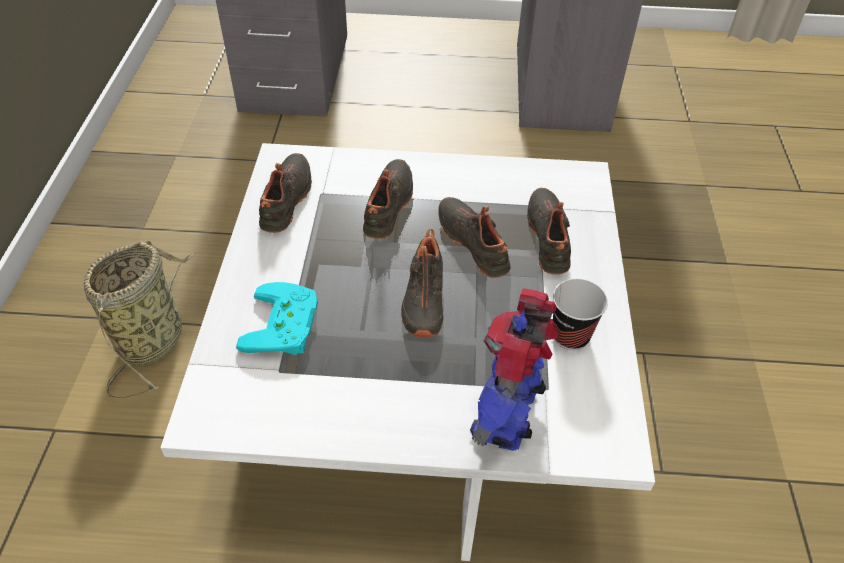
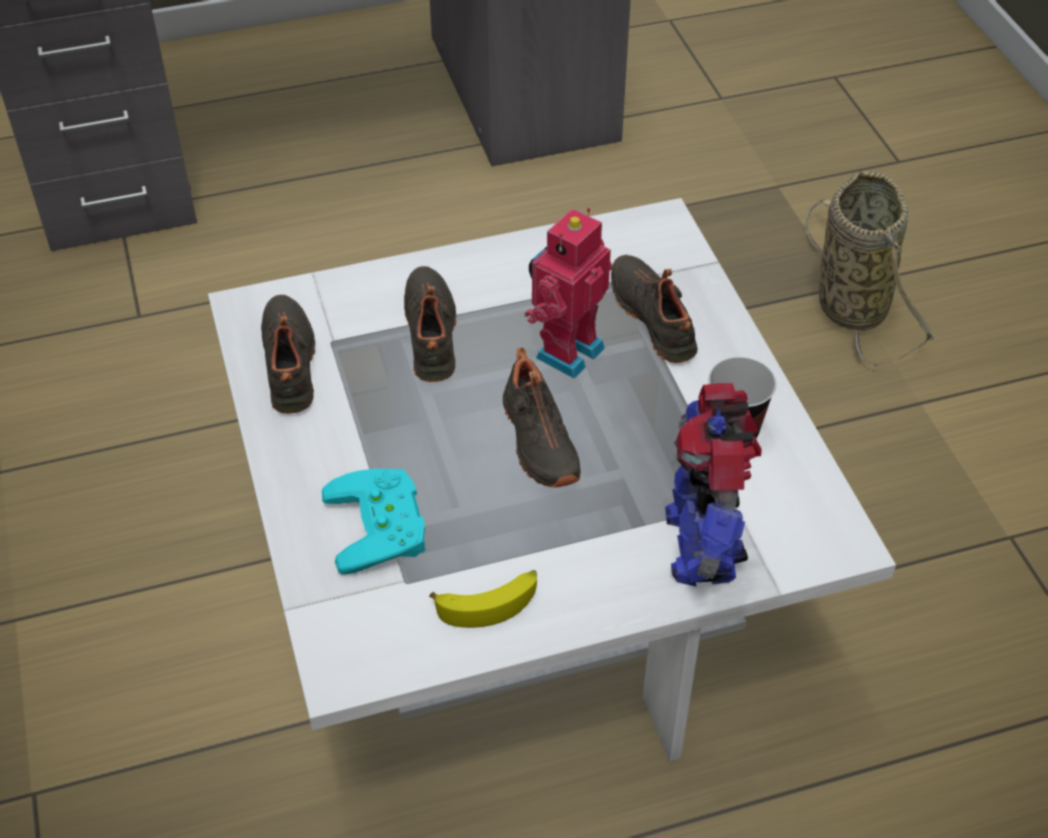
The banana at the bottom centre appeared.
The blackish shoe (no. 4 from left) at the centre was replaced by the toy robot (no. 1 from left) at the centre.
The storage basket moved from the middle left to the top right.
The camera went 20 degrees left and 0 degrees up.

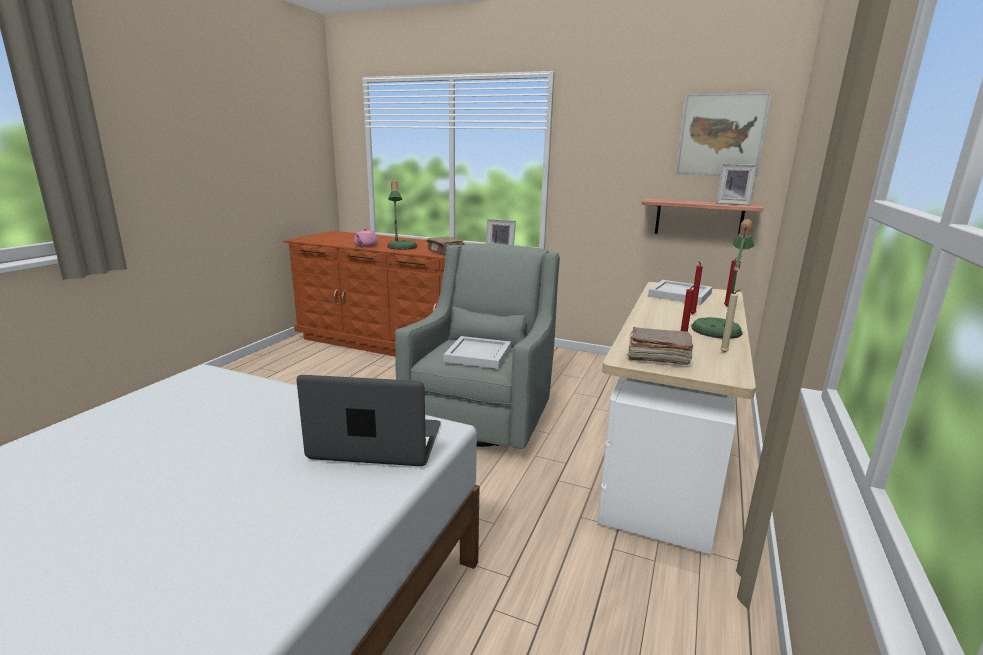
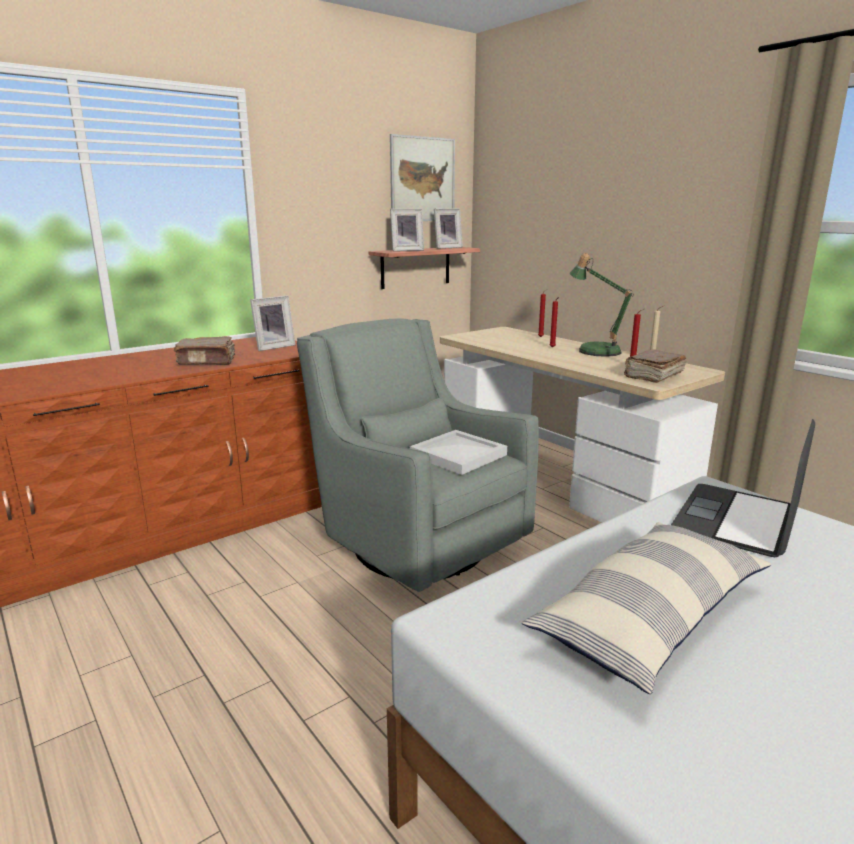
The photo frame (no. 2 from left) at the top centre appeared.
The throw pillow at the bottom right appeared.
The pink teapot at the centre disappeared.
The table lamp (no. 1 from left) at the top centre disappeared.
The white-coloured tray (no. 2 from left) at the middle right disappeared.
The camera went 60 degrees left and 0 degrees up.

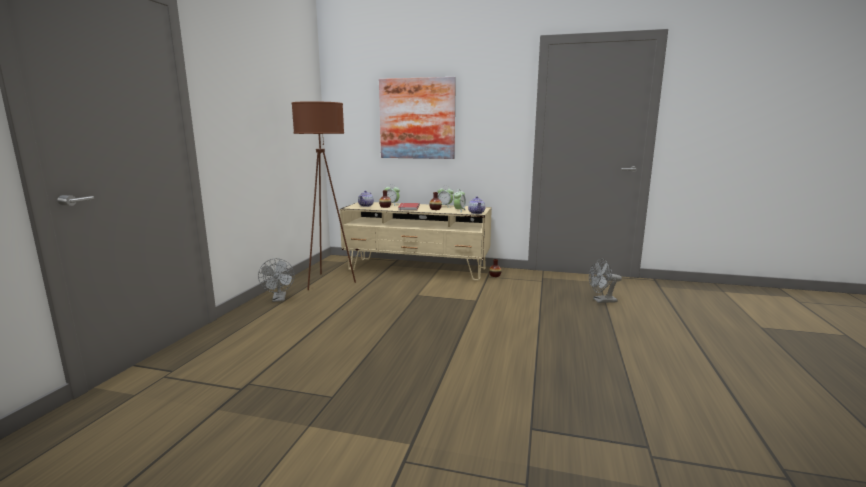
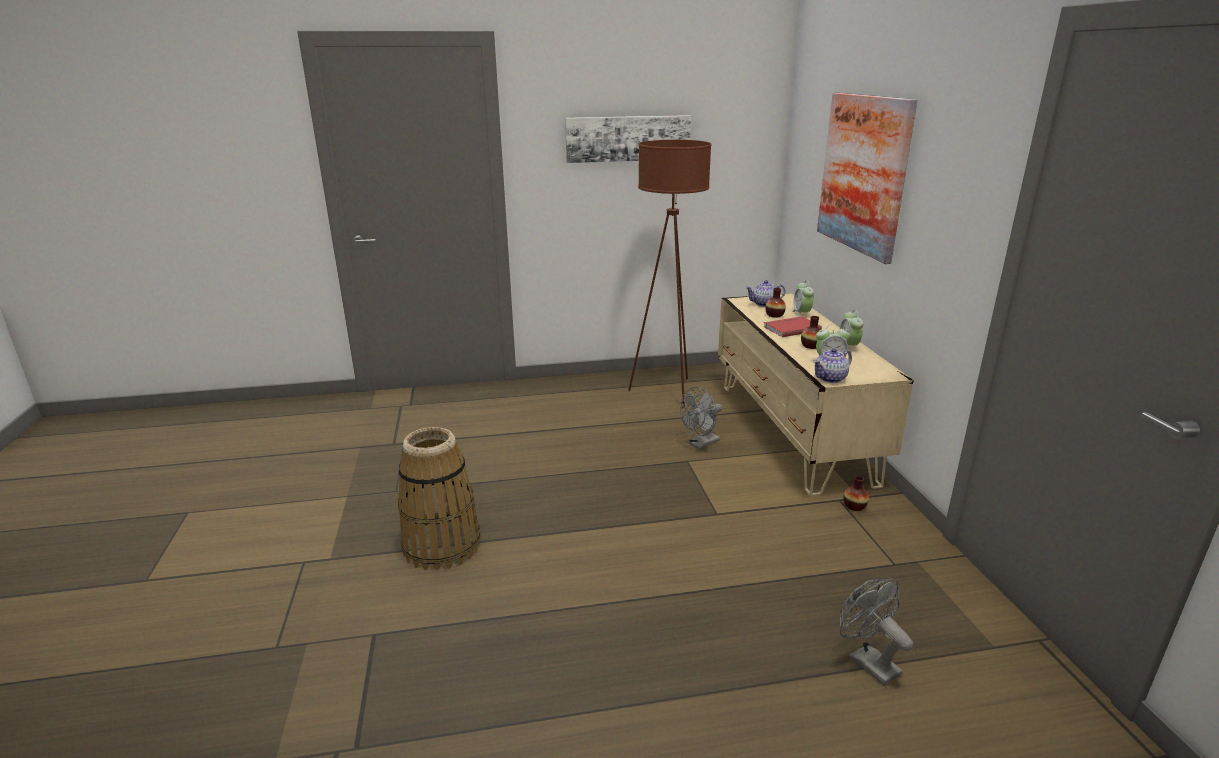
The storage basket at the centre appeared.
The wall art (no. 1 from left) at the top centre appeared.
The greyish fan (no. 1 from left) moved from the middle left to the centre.
The camera went 65 degrees right and 10 degrees up.

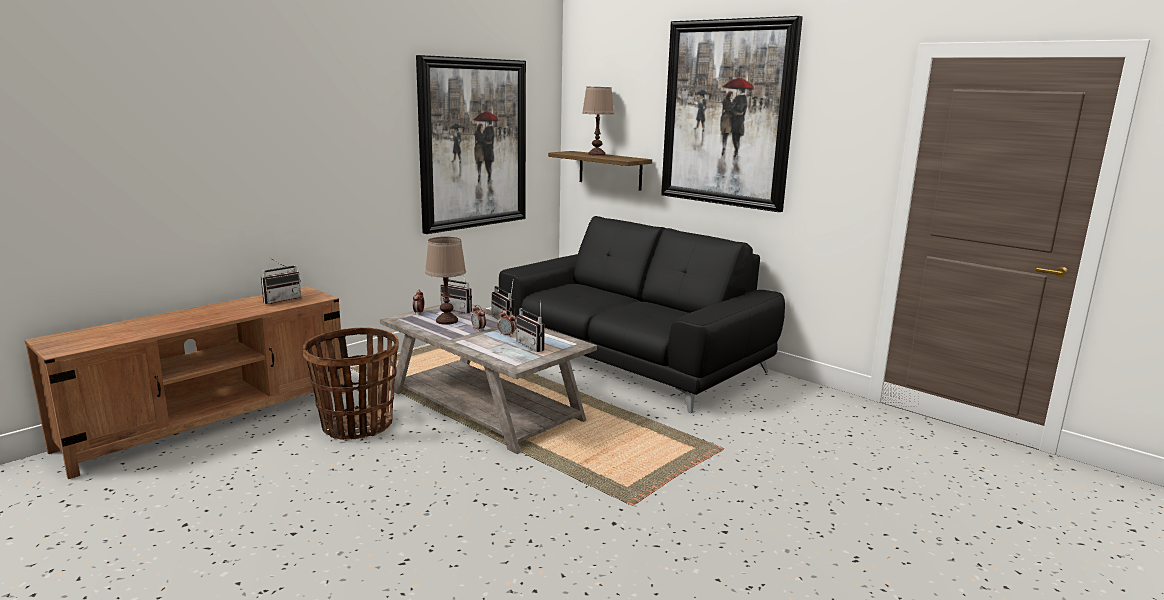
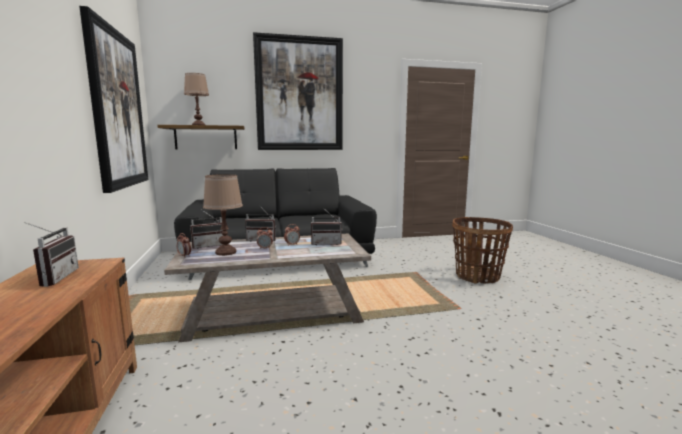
The storage basket moved from the middle left to the middle right.
The camera went 55 degrees left and 5 degrees down.

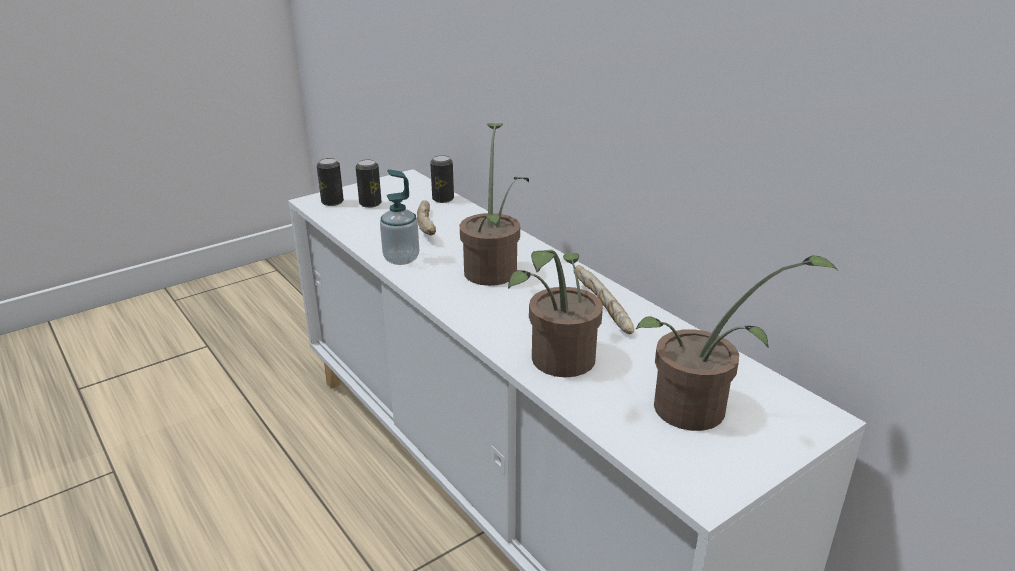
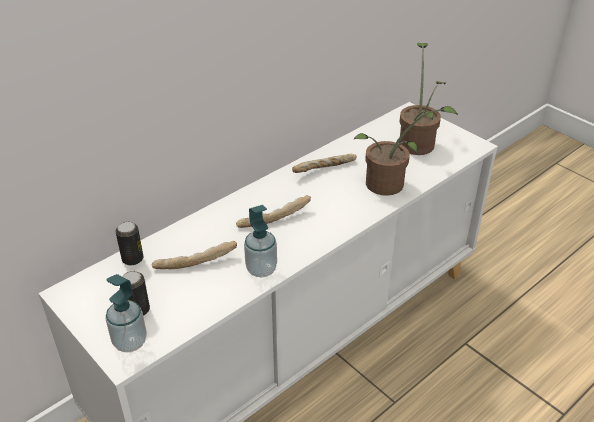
The sealed can (no. 1 from left) at the top left was replaced by the soap bottle (no. 1 from left) at the bottom left.
The houseplant (no. 1 from left) at the centre was replaced by the bakery bread (no. 2 from left) at the centre.
The camera went 95 degrees left and 10 degrees up.

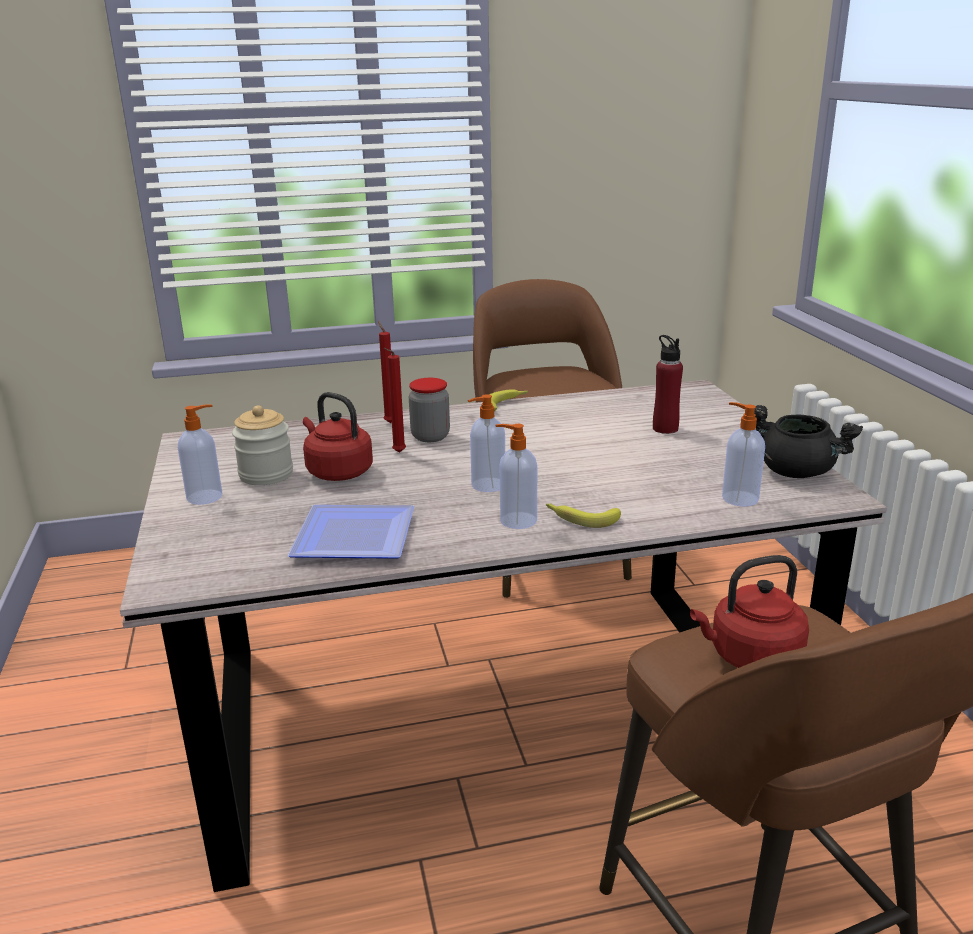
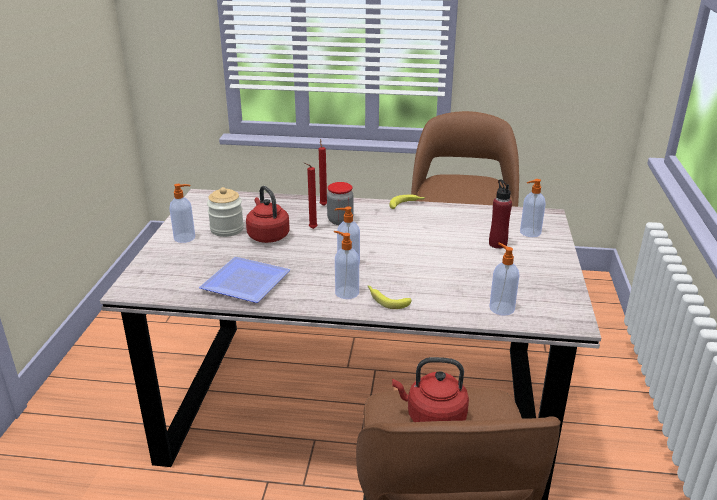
The soap bottle (no. 5 from left) at the middle right appeared.
The blackish stockpot at the middle right disappeared.
The camera went 20 degrees right and 5 degrees up.

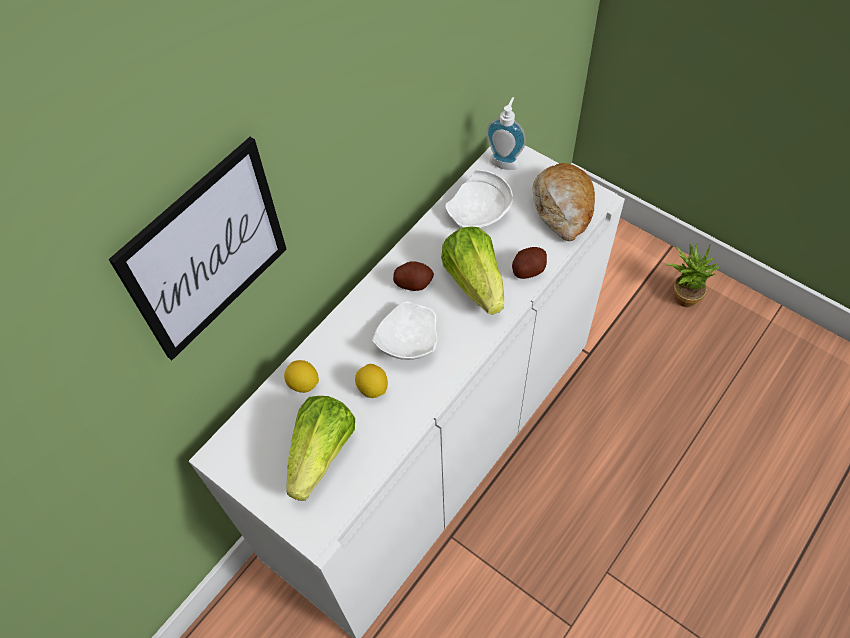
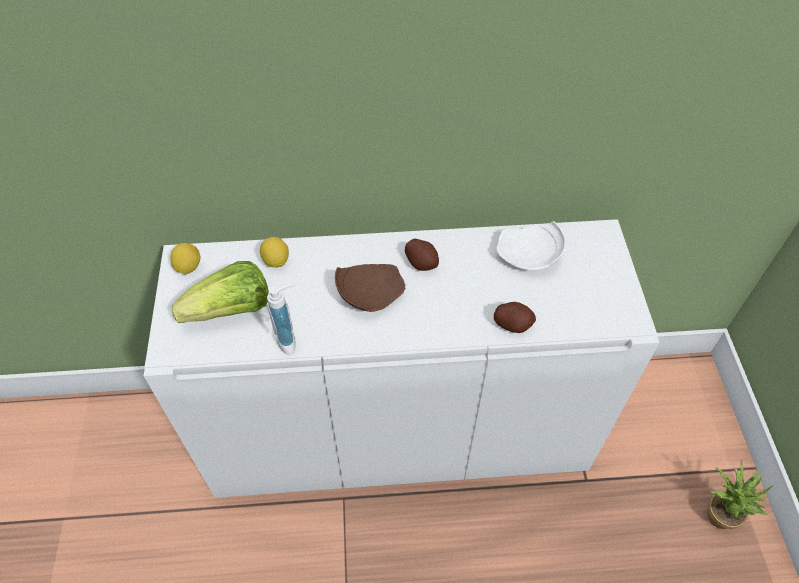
The lemon (no. 2 from left in the first image) moved from the centre to the middle left.
The soap bottle moved from the top centre to the centre.
The white-coloured plate (no. 1 from left) at the centre became the brown-coloured plate at the centre.
The wall art at the middle left disappeared.
The lettuce head (no. 2 from left) at the centre disappeared.
The bakery bread at the top centre disappeared.
The camera went 45 degrees right and 5 degrees down.

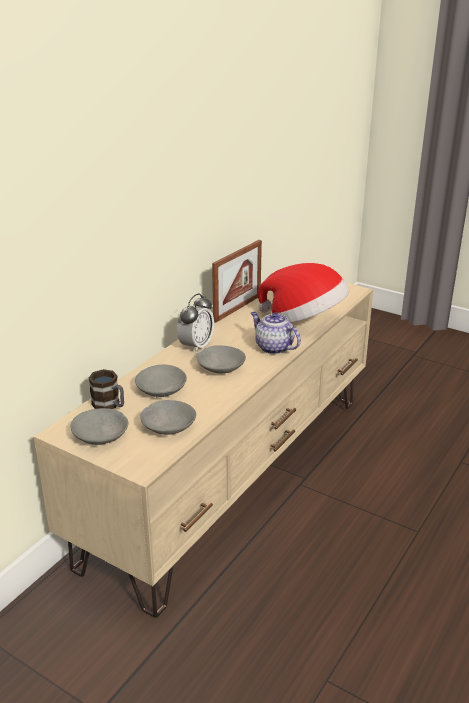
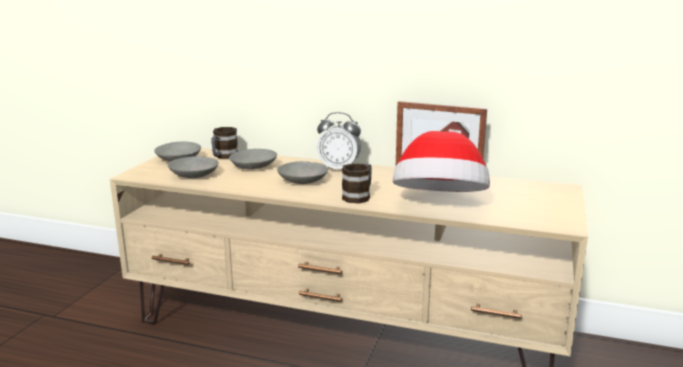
The teapot at the centre was replaced by the mug (no. 2 from left) at the centre.
The camera went 75 degrees right and 10 degrees down.

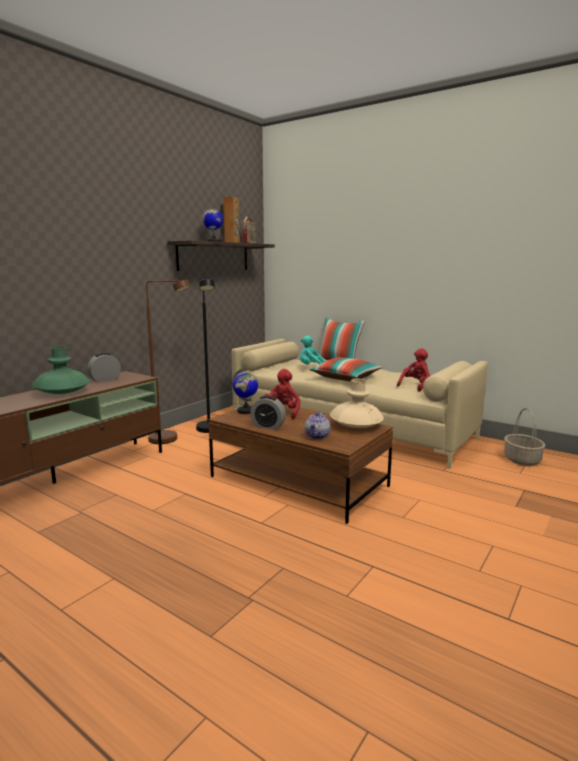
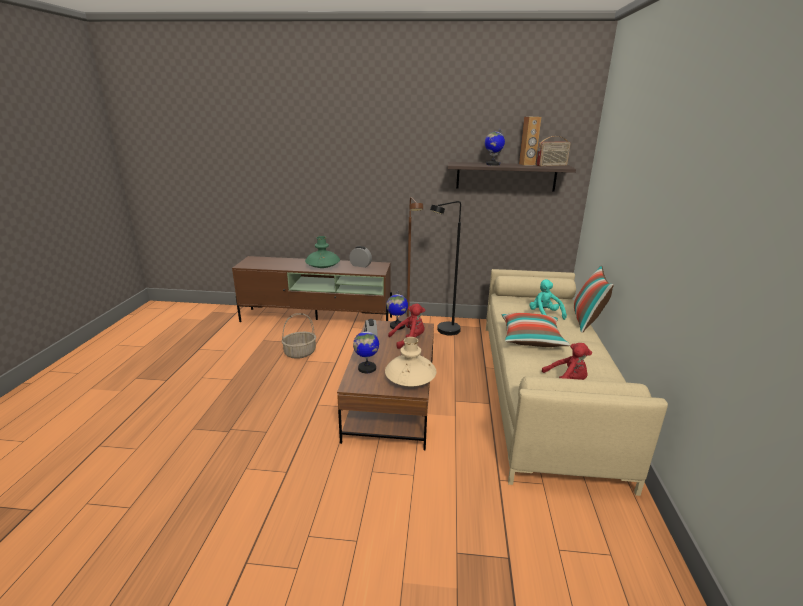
The storage basket moved from the middle right to the centre.
The teapot at the centre was replaced by the world globe (no. 1 from left) at the centre.
The camera went 60 degrees right and 10 degrees up.

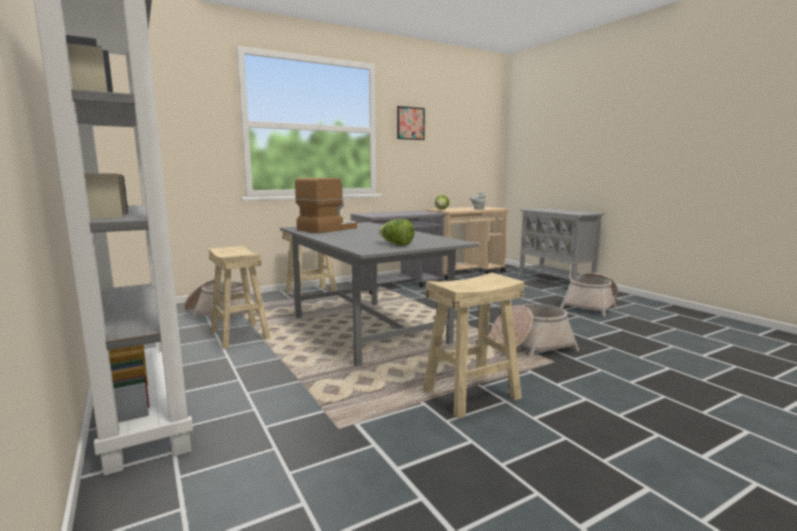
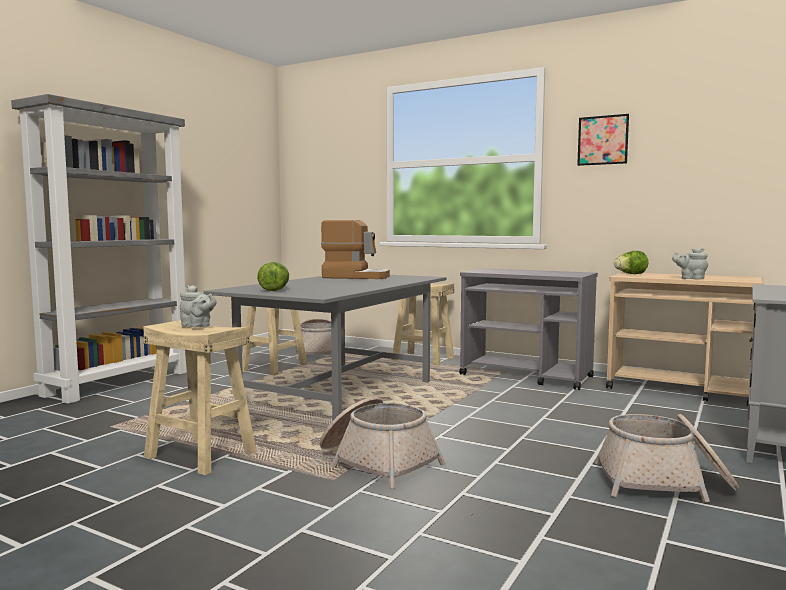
The greyish teapot (no. 1 from left) at the middle left appeared.
The camera went 60 degrees right and 5 degrees down.

